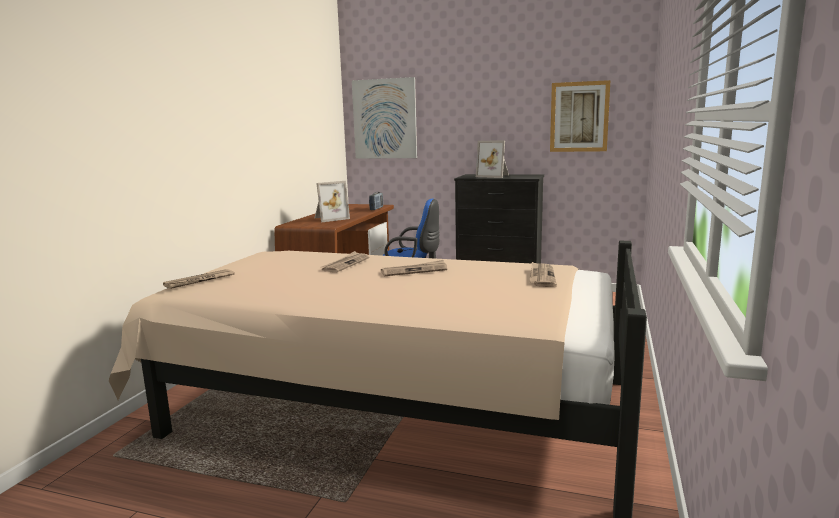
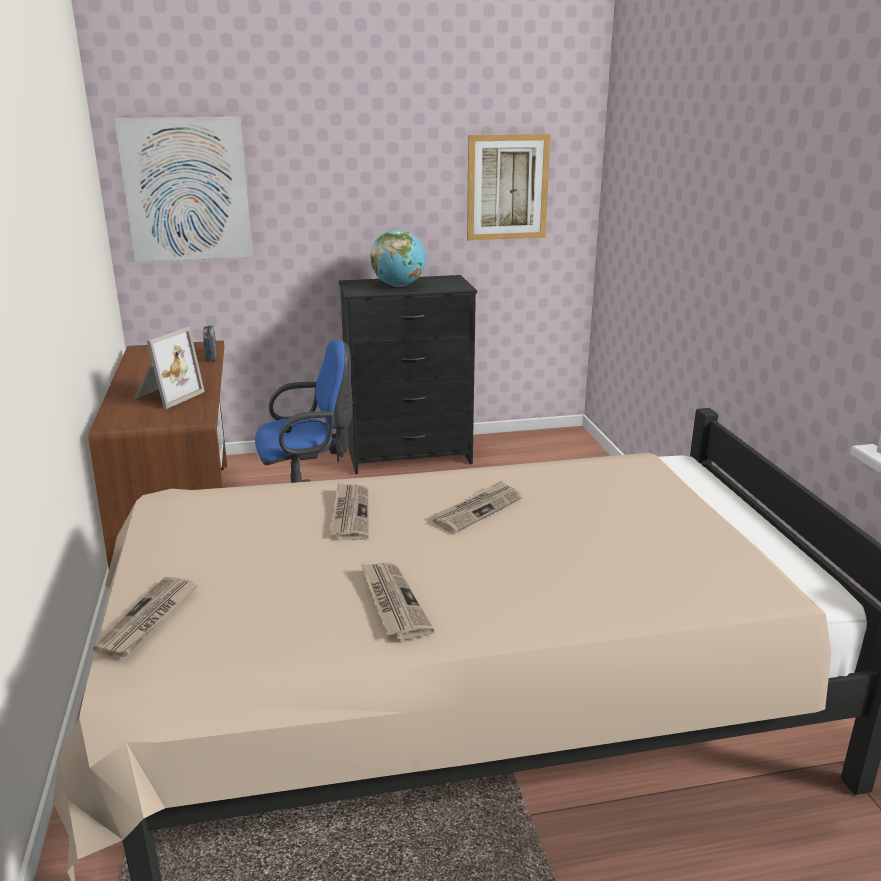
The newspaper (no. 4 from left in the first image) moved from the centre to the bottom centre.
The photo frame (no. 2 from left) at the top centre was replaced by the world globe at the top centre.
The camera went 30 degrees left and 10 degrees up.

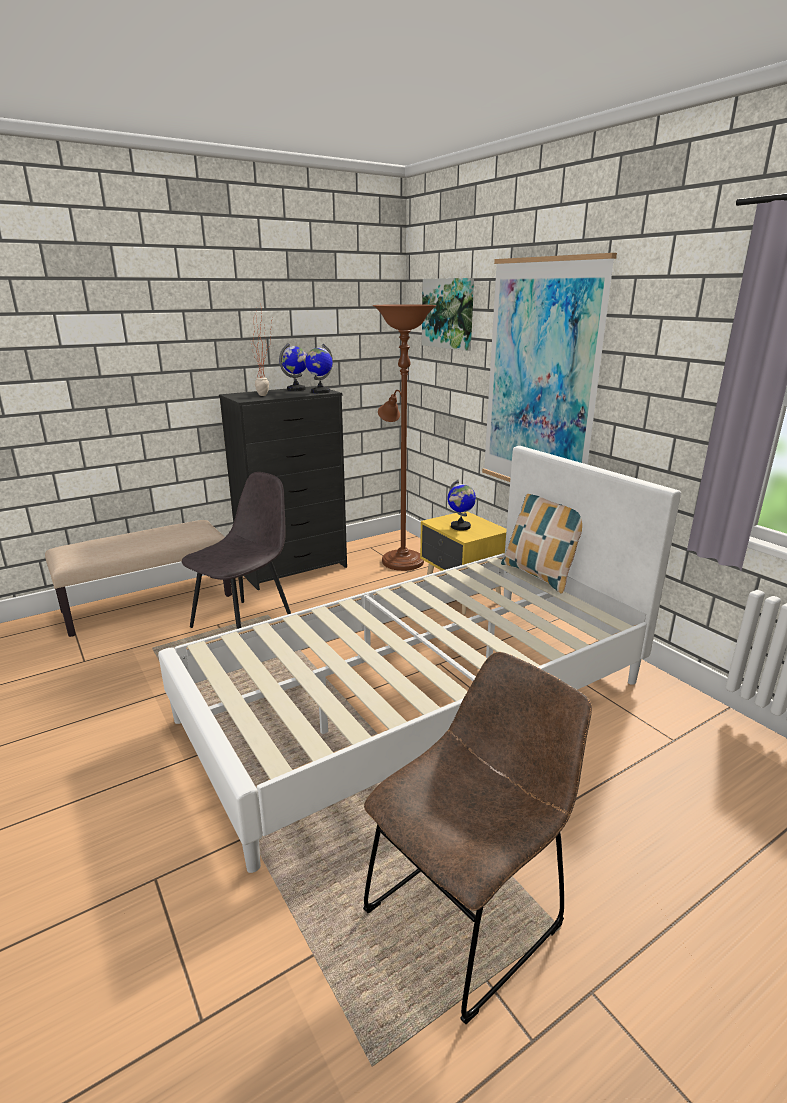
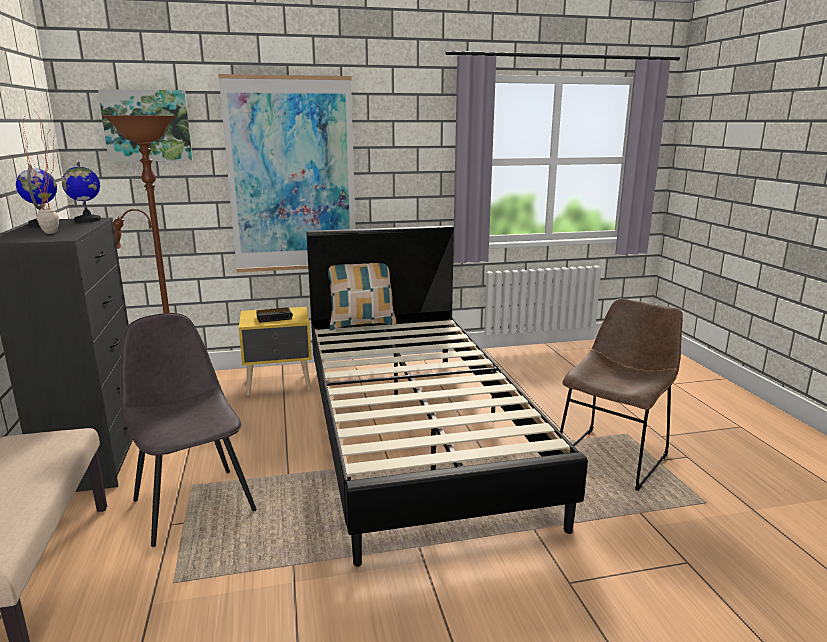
The world globe (no. 3 from left) at the centre was replaced by the table clock at the middle left.
The white-coloured bedroom bed at the centre became the blackish bedroom bed at the centre.
The brown-coloured upright chair at the bottom centre turned 60 degrees clockwise.
The camera went 70 degrees left and 5 degrees down.

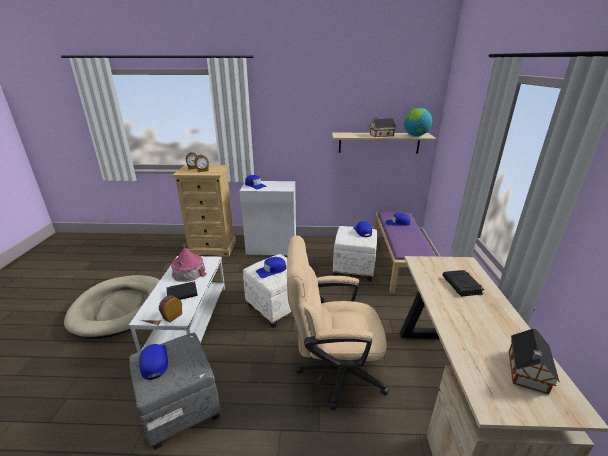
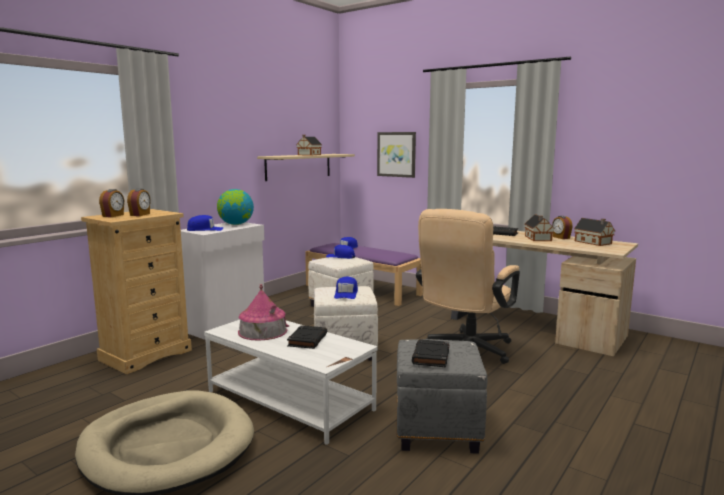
The world globe moved from the top right to the middle left.
The wall art at the top centre appeared.
The bluish cap (no. 1 from left) at the bottom left was replaced by the blackish volume (no. 2 from left) at the bottom centre.
The miniature house (no. 3 from left) at the middle right appeared.
The table clock (no. 1 from left in the first image) moved from the bottom left to the middle right.
The camera went 55 degrees left and 15 degrees down.

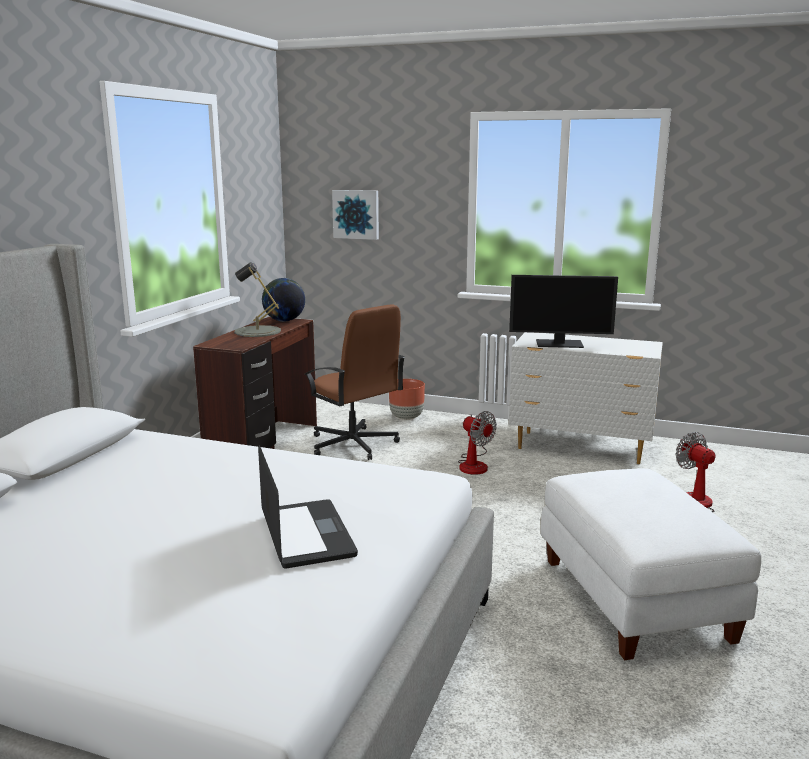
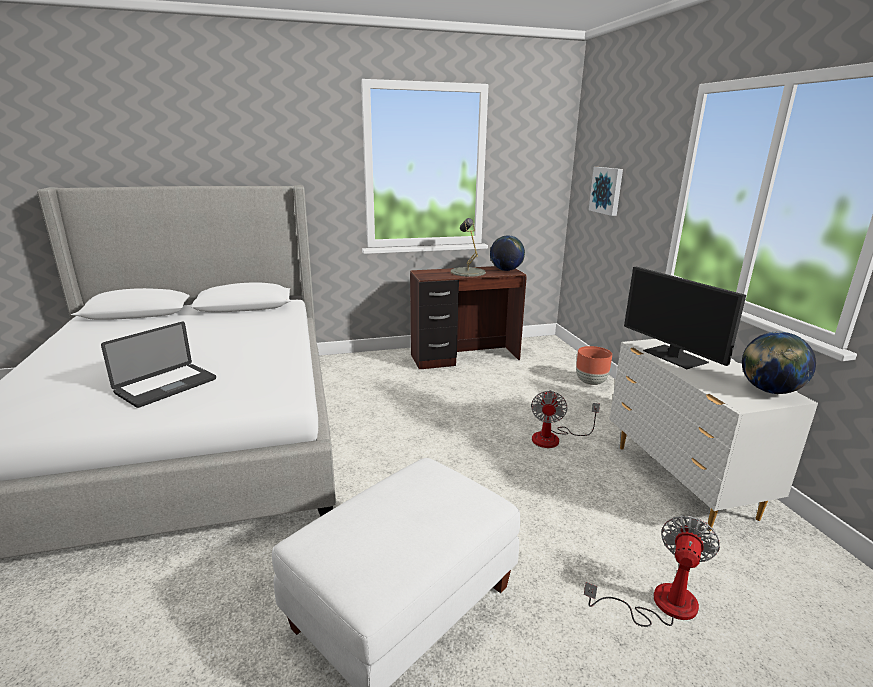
The world globe (no. 2 from left) at the middle right appeared.
The brown-coloured office chair at the centre disappeared.
The camera went 55 degrees right and 5 degrees up.

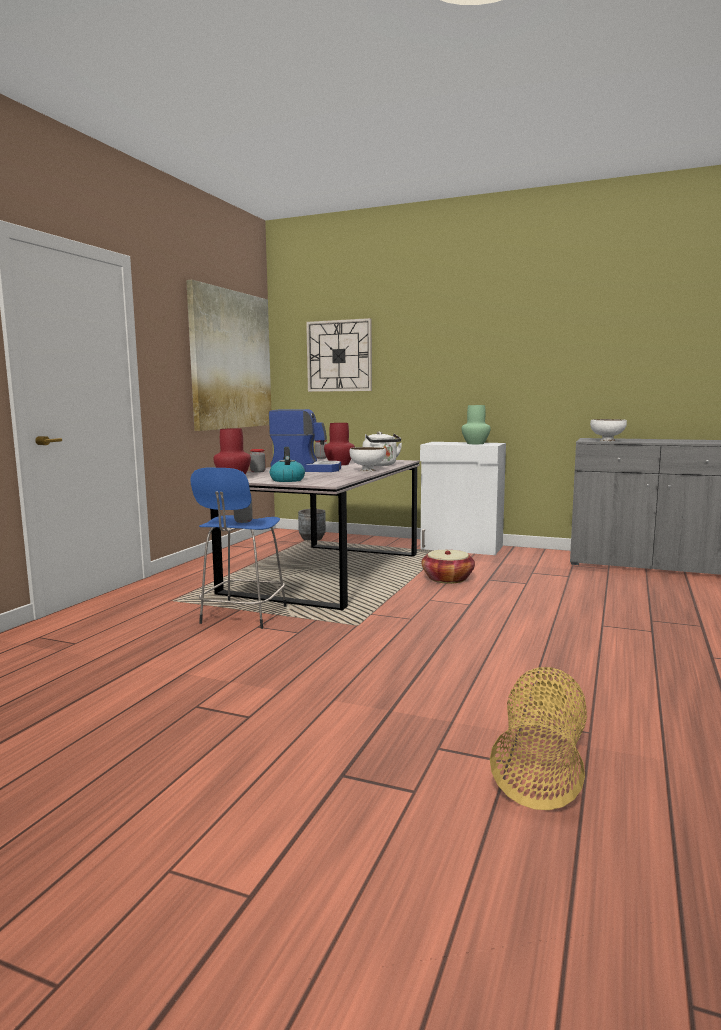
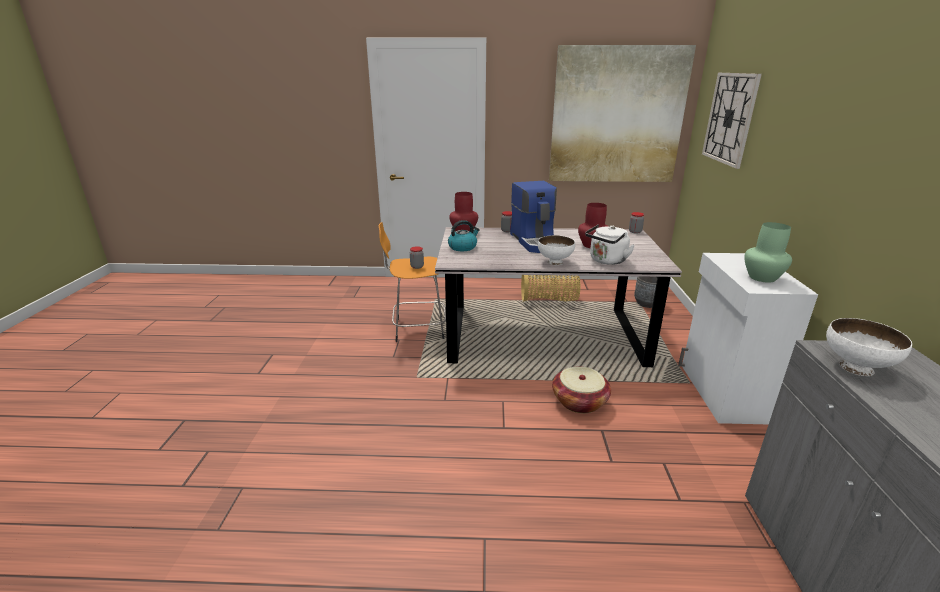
The bluish stool at the middle left became the orange-coloured stool at the centre.
The storage basket (no. 2 from left in the first image) moved from the bottom right to the centre.
The camera went 70 degrees right and 15 degrees up.

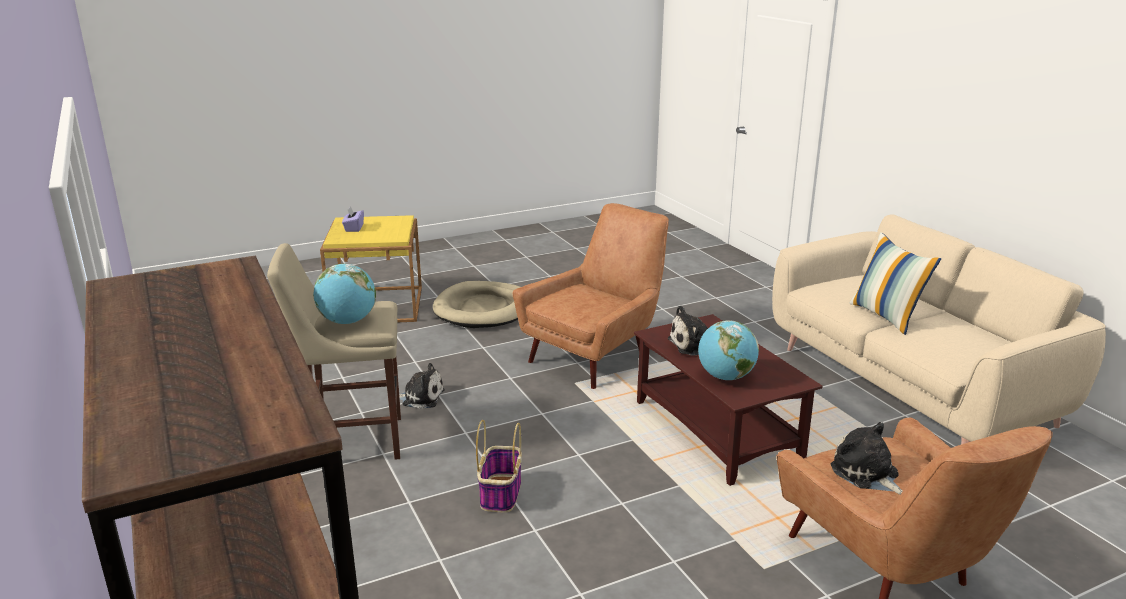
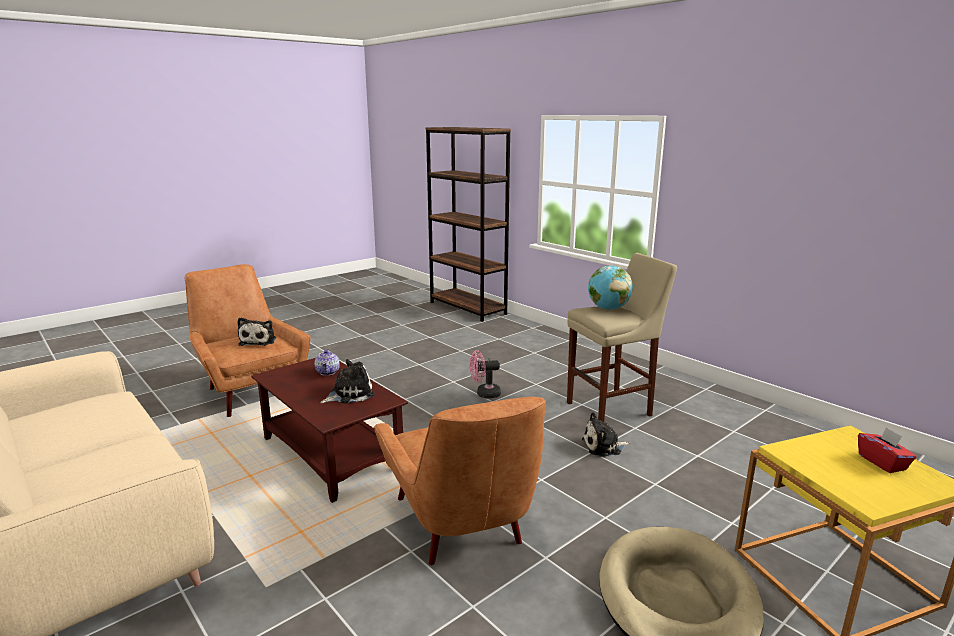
The soft toy (no. 3 from left in the first image) at the bottom right turned 45 degrees clockwise.
The world globe (no. 2 from left) at the centre was replaced by the teapot at the centre.
The brown-coloured lounge chair (no. 1 from left in the first image) at the centre turned 45 degrees counterclockwise.
The storage basket at the bottom centre was replaced by the pink fan at the centre.
The purple box of tissues at the middle left became the red box of tissues at the bottom right.
The throw pillow at the middle right disappeared.
The camera went 165 degrees right and 5 degrees down.

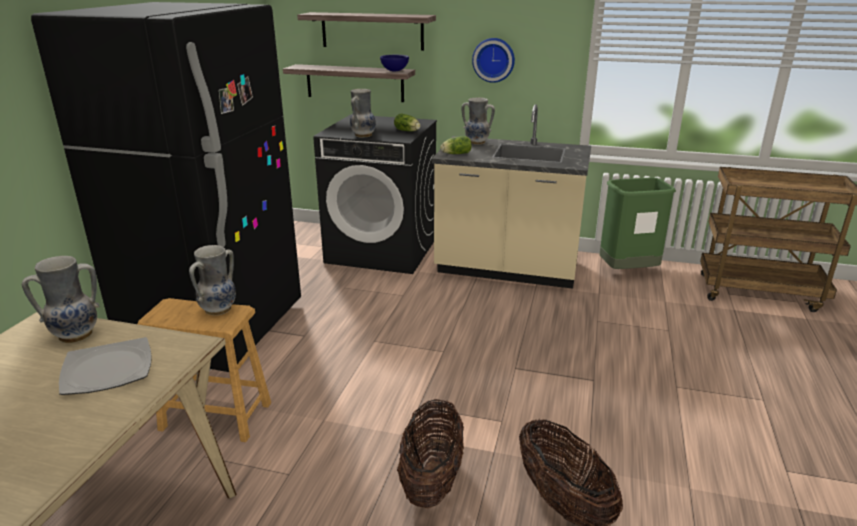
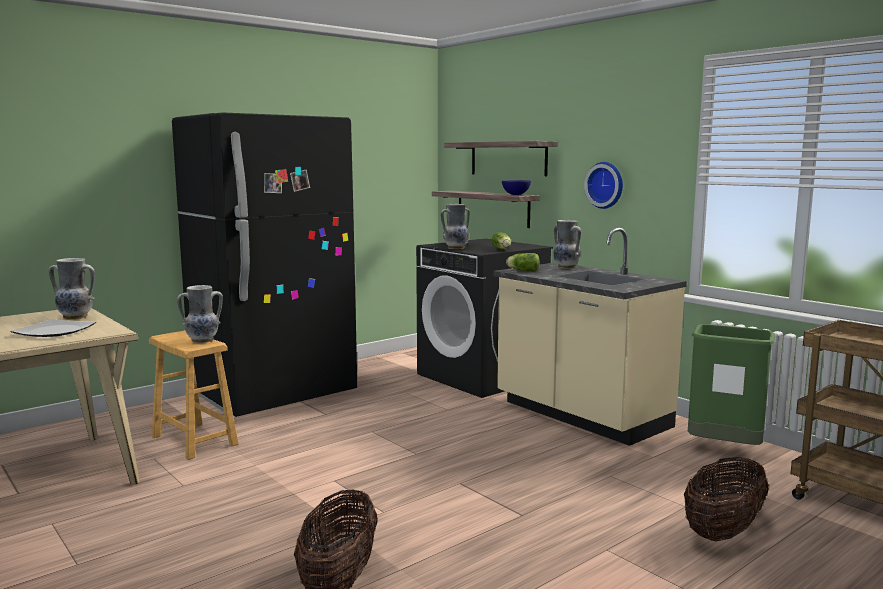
The storage basket (no. 1 from left in the first image) moved from the bottom centre to the bottom right.
The camera went 35 degrees right and 15 degrees down.

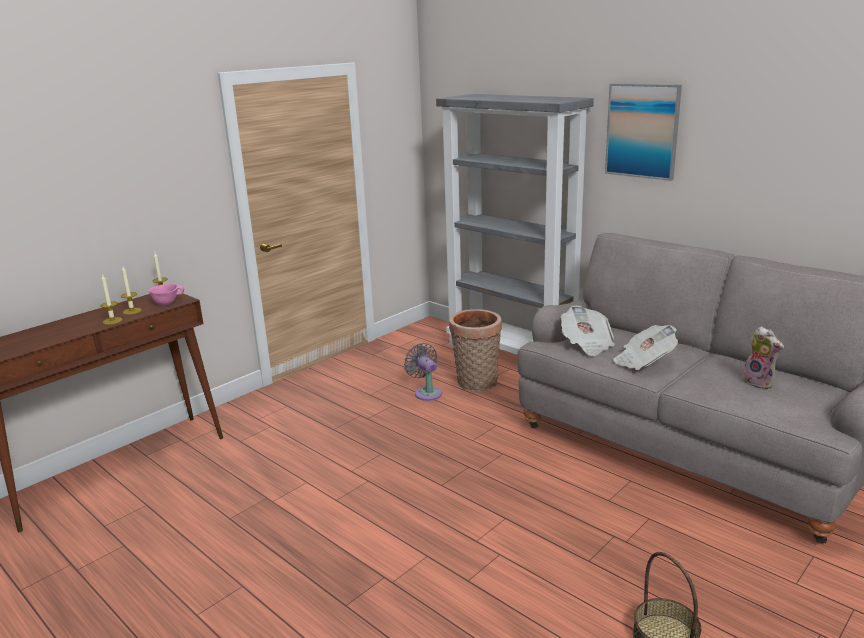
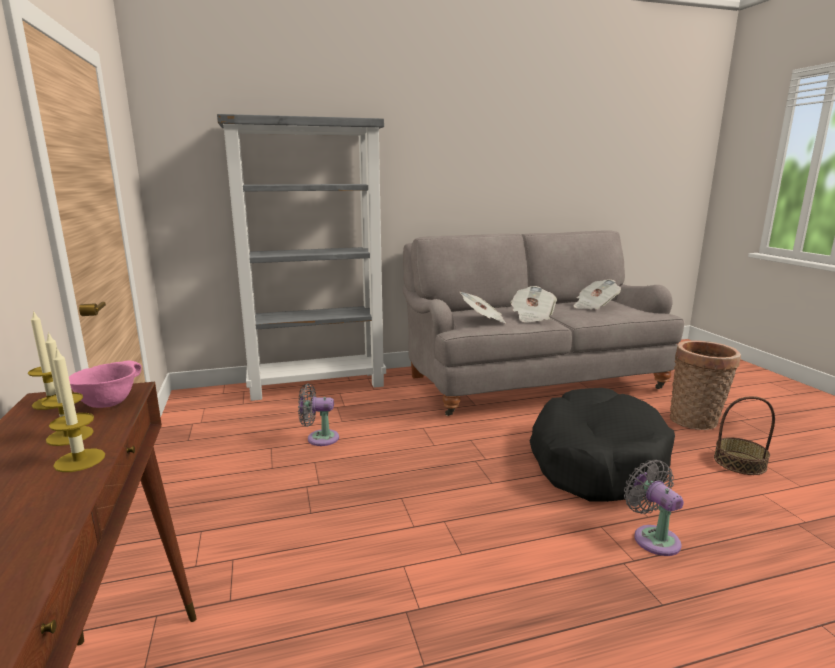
The blackish dog cushion at the middle right appeared.
The soft toy at the middle right was replaced by the newspaper (no. 3 from left) at the middle right.
The greyish fan (no. 2 from left) at the bottom right appeared.
The storage basket (no. 1 from left) moved from the centre to the middle right.
The wall art at the top right disappeared.
The camera went 60 degrees left and 5 degrees down.

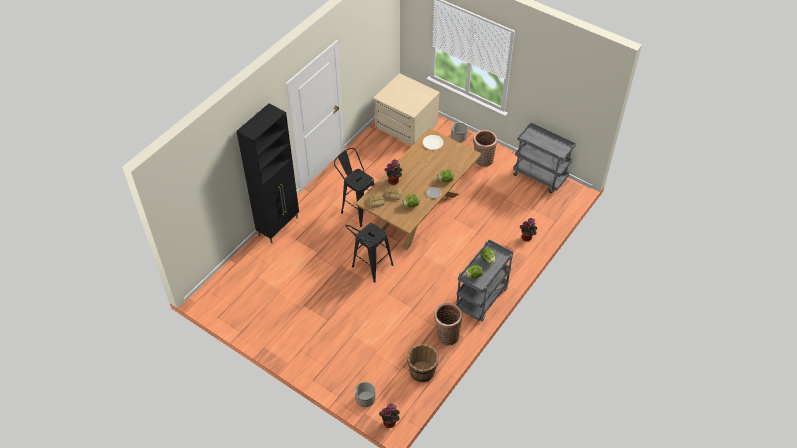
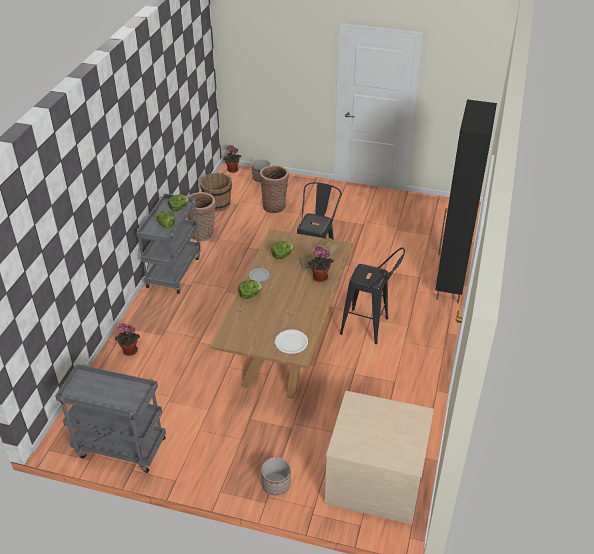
The storage basket (no. 2 from left) moved from the top centre to the centre.
The camera went 160 degrees right and 10 degrees down.

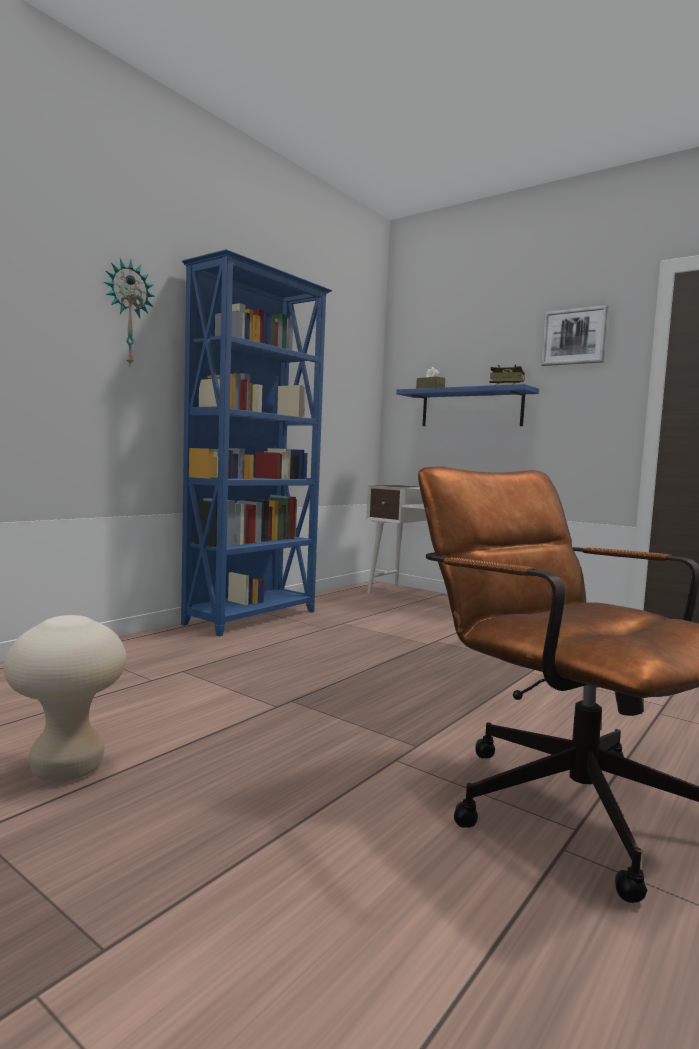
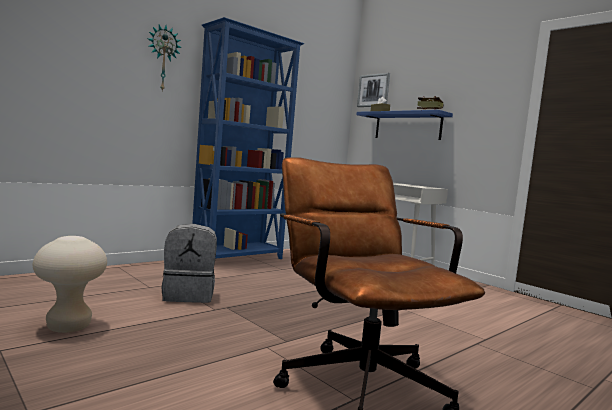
The greyish knapsack at the middle left appeared.
The wall art moved from the top right to the top centre.
The camera went 10 degrees right and 0 degrees up.

